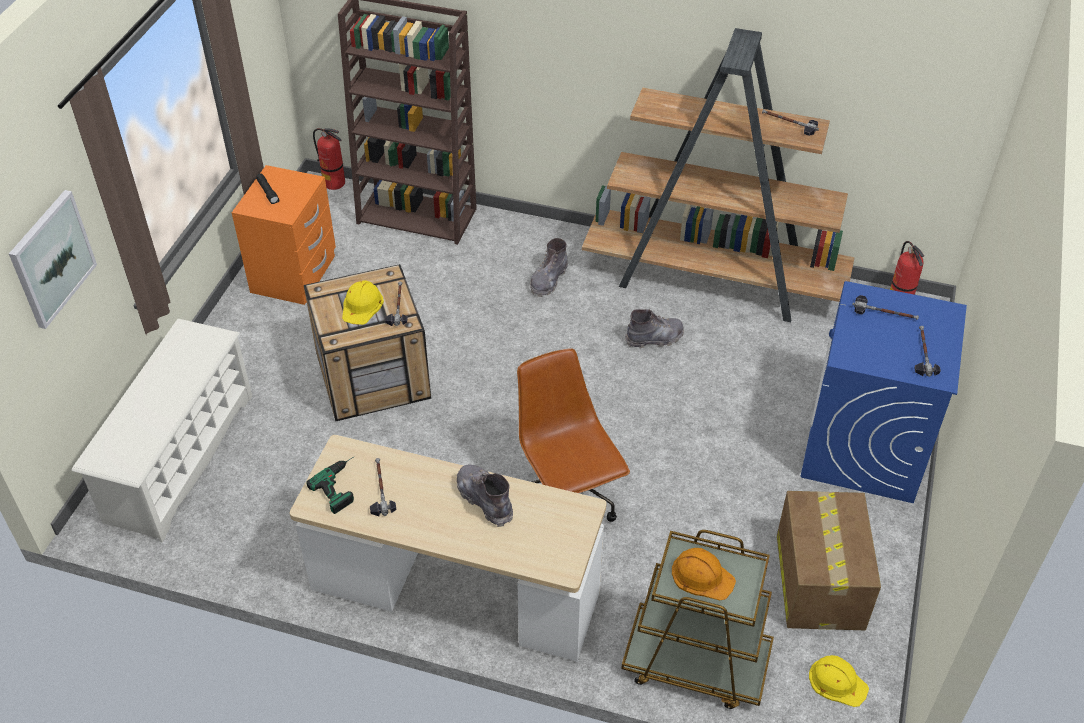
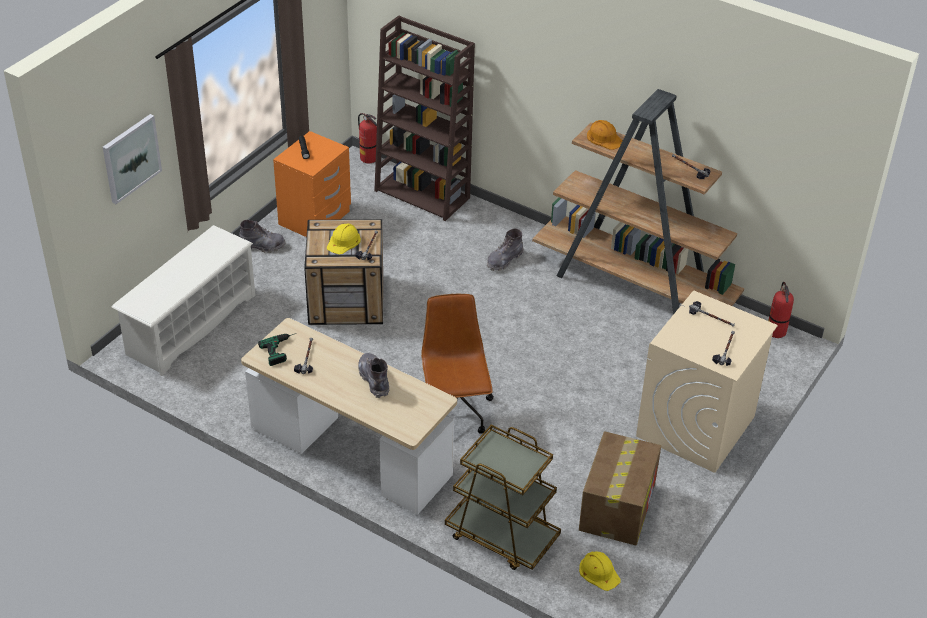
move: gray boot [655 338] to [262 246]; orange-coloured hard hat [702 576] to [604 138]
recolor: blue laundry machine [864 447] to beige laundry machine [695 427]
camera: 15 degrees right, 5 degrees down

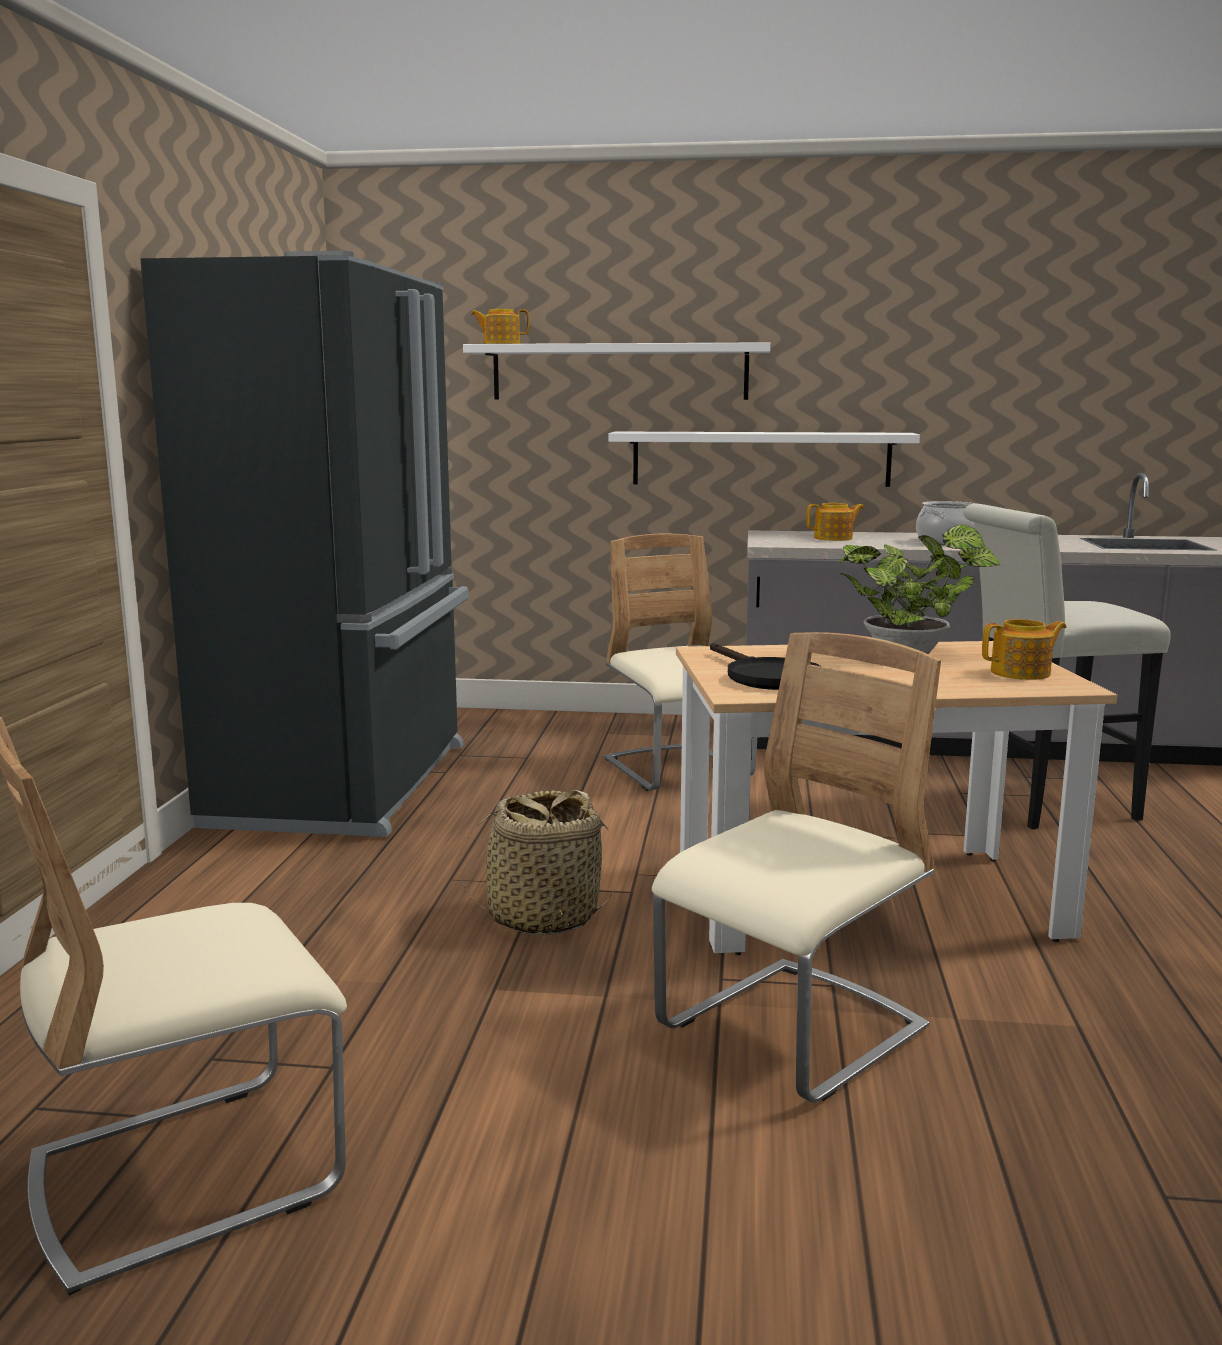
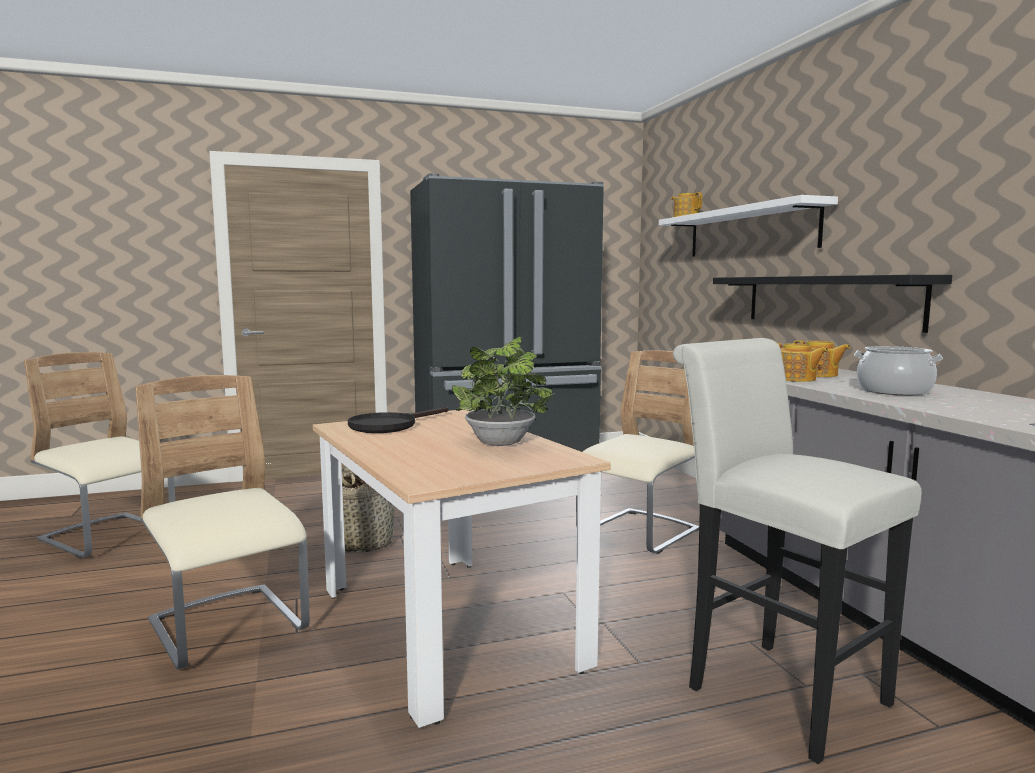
move: teapot [1022 673] to [795 379]
recolor: white-coloured bracket shelf [760 458] to black bracket shelf [827 300]
rotate: beige upright chair [792 1032] = [228 628] 150 degrees counterclockwise
camera: 65 degrees right, 5 degrees down

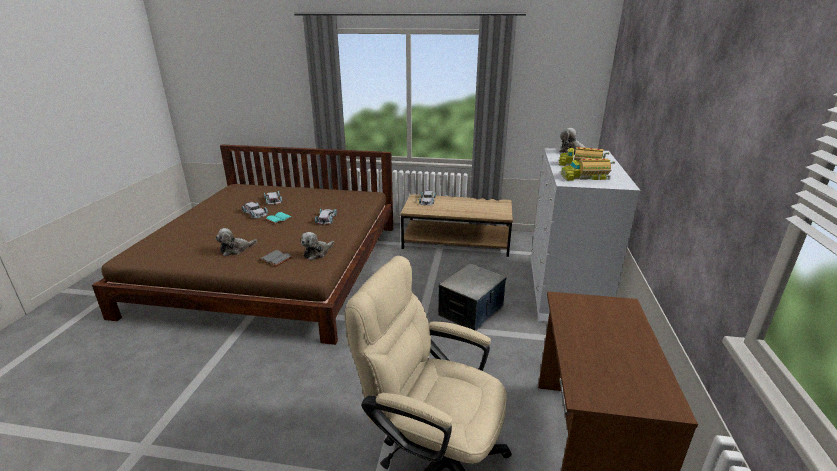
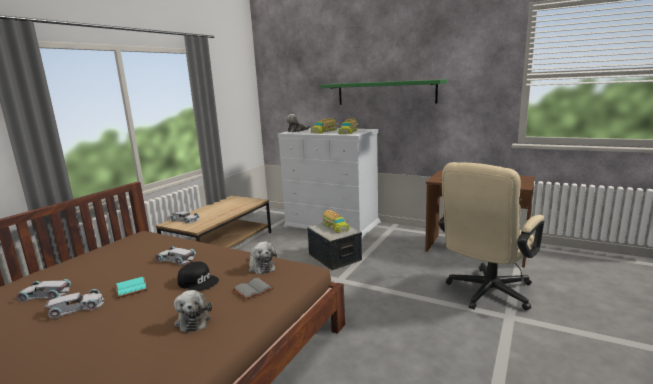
insert: black cap [198 281]; green-coloured bracket shelf [385 92]; model truck [334 227]
camera: 70 degrees left, 10 degrees down

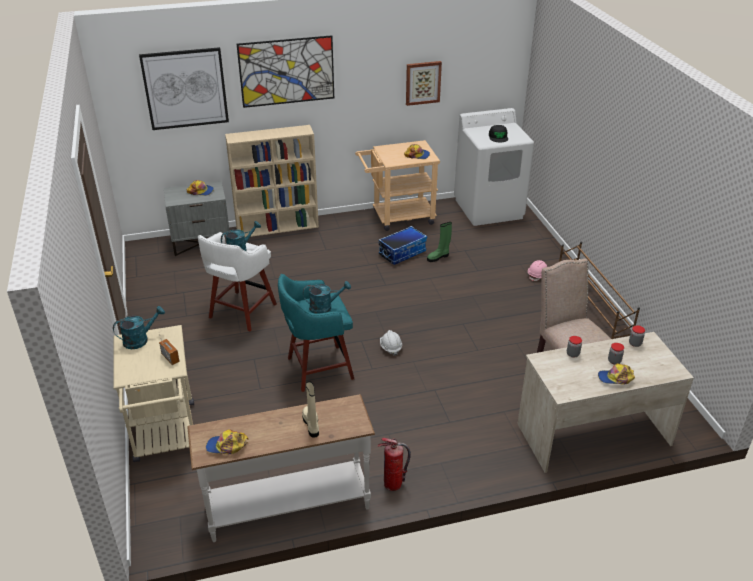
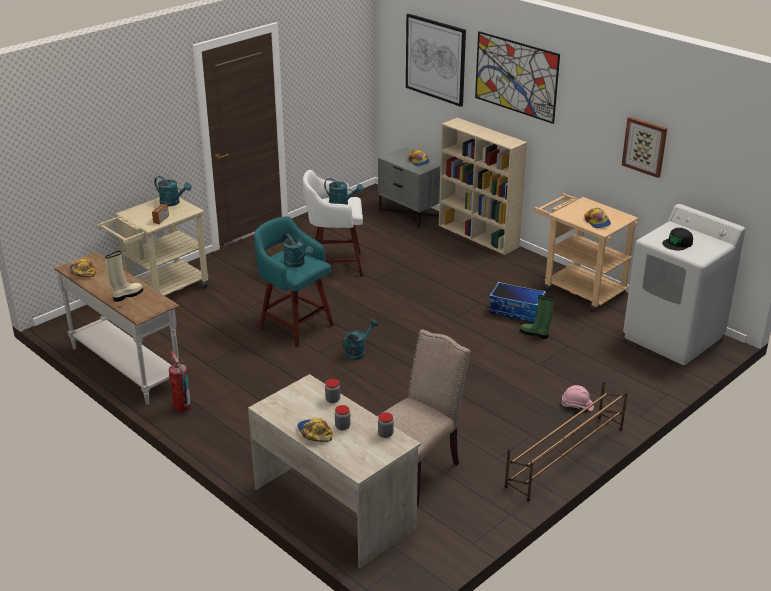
replace: white-coloured hard hat [390 347] to blue-green sprinkling can [358 352]
camera: 60 degrees right, 5 degrees down

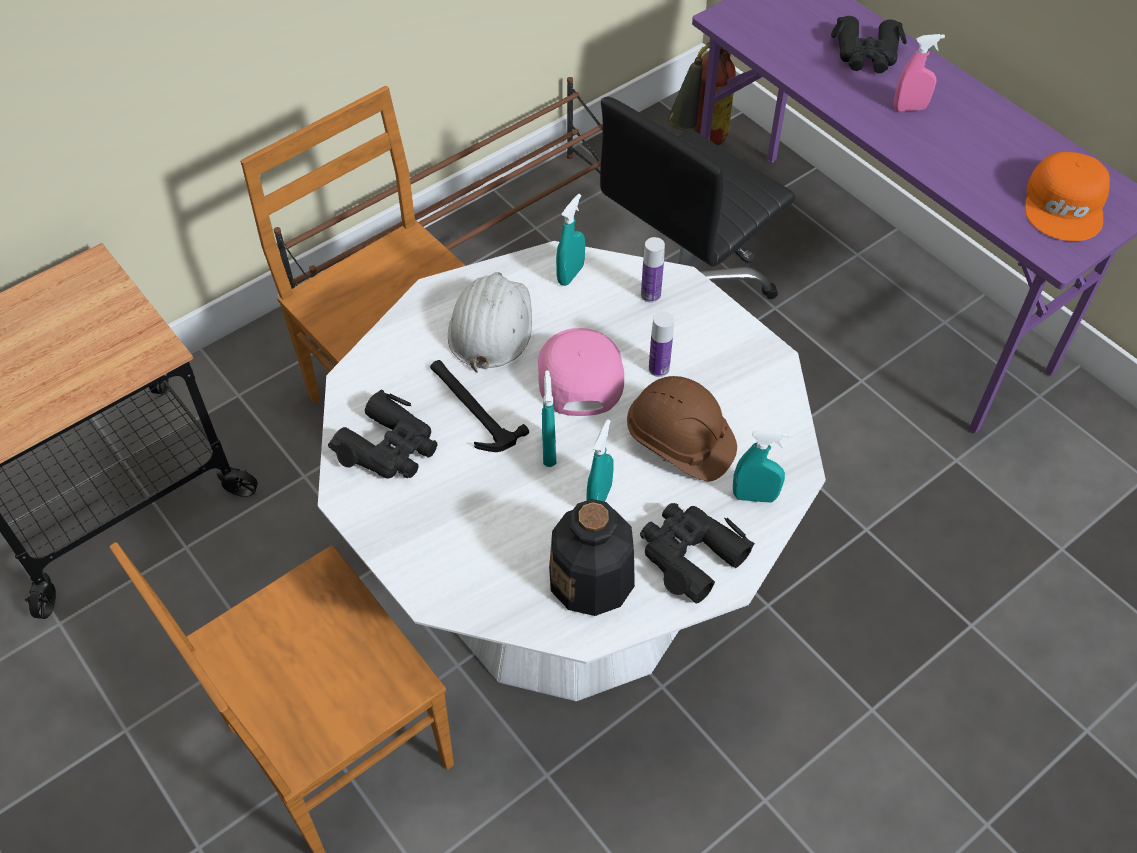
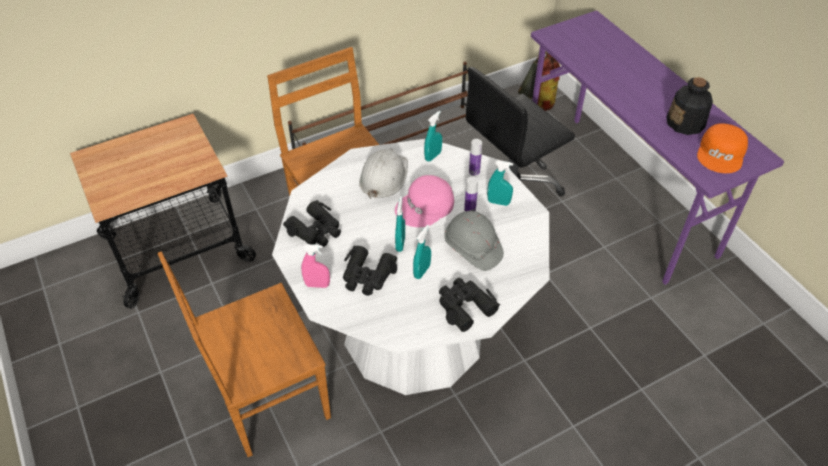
delete: tool hammer [471 407]
move: drink bottle [592 579] to [685 123]; blue-green spray bottle [754 496] to [498 202]; black pair of binoculars [866 54] to [367 276]; pink-coloured spray bottle [909 108] to [317 285]
recolor: brownish hard hat [680 442] to gray hard hat [472 249]
rotate: pink-coloured cap [578 374] = [425 207] 135 degrees counterclockwise
camera: 10 degrees right, 5 degrees down

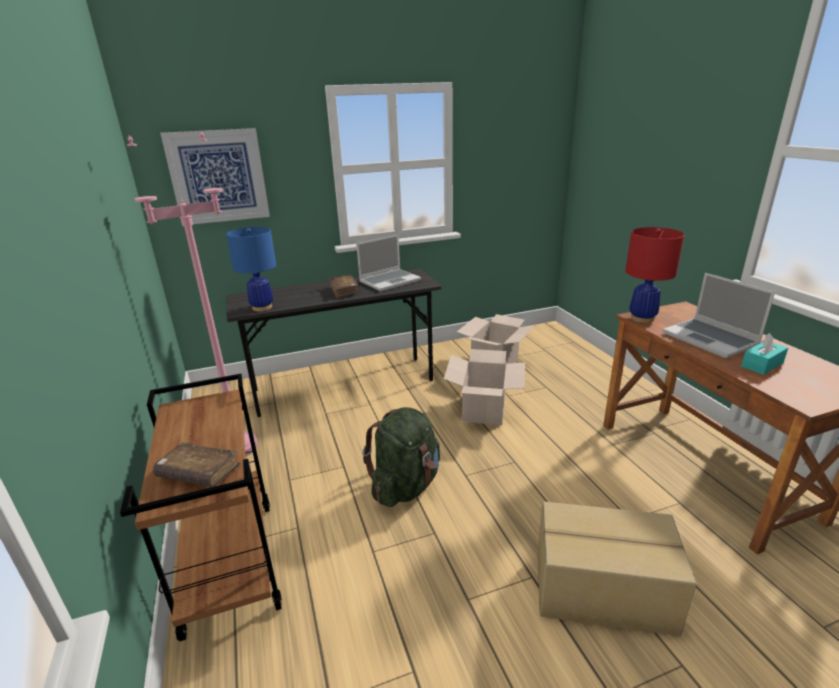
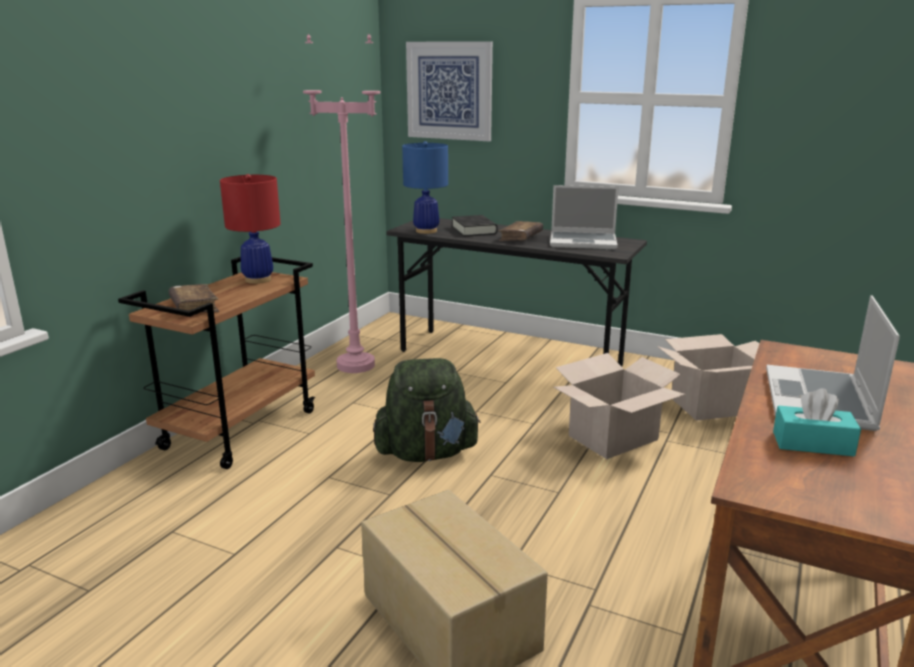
insert: black bound book [474 230]
move: red table lamp [642 318] to [258 279]
camera: 45 degrees right, 5 degrees down

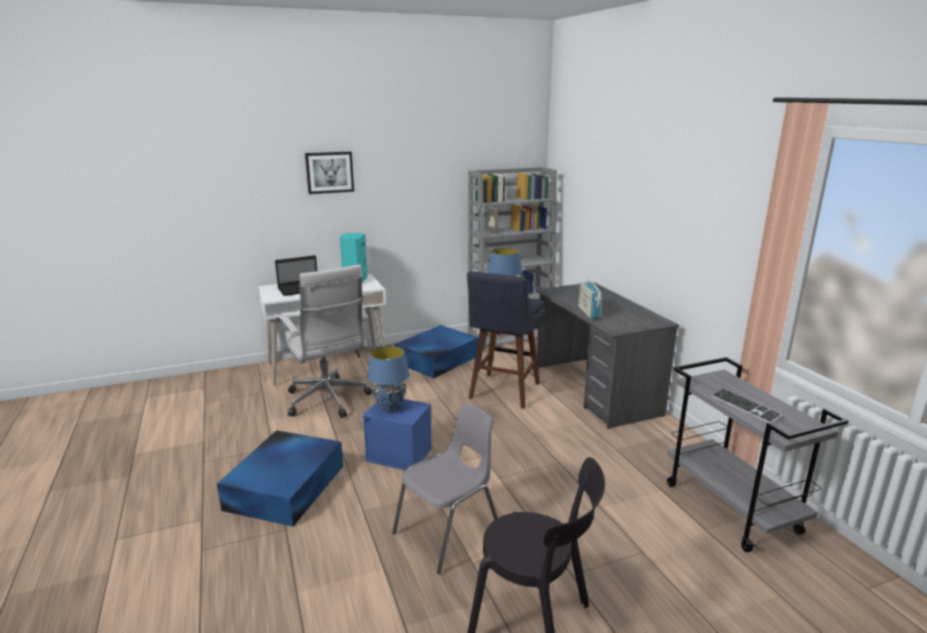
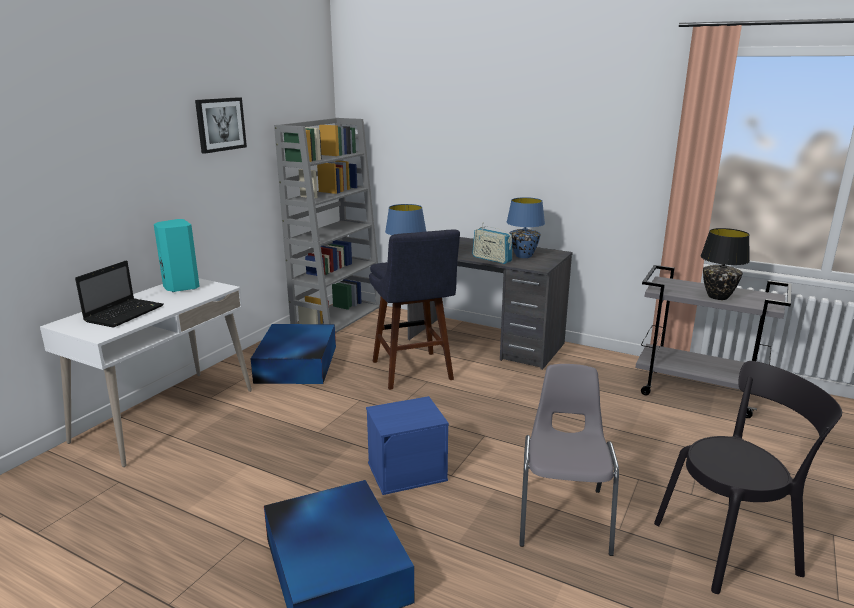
delete: white-coloured office chair [328 401]
move: picture [329 172] to [220 124]; blue table lamp [389 408] to [523 256]
replace: PC keyboard [745 407] to black table lamp [718 297]
camera: 40 degrees left, 0 degrees up

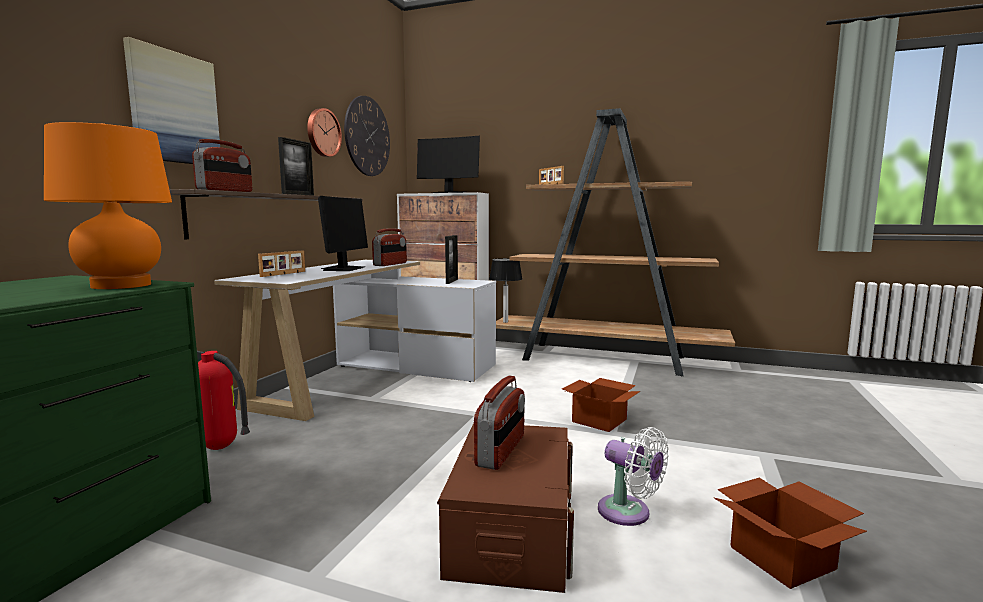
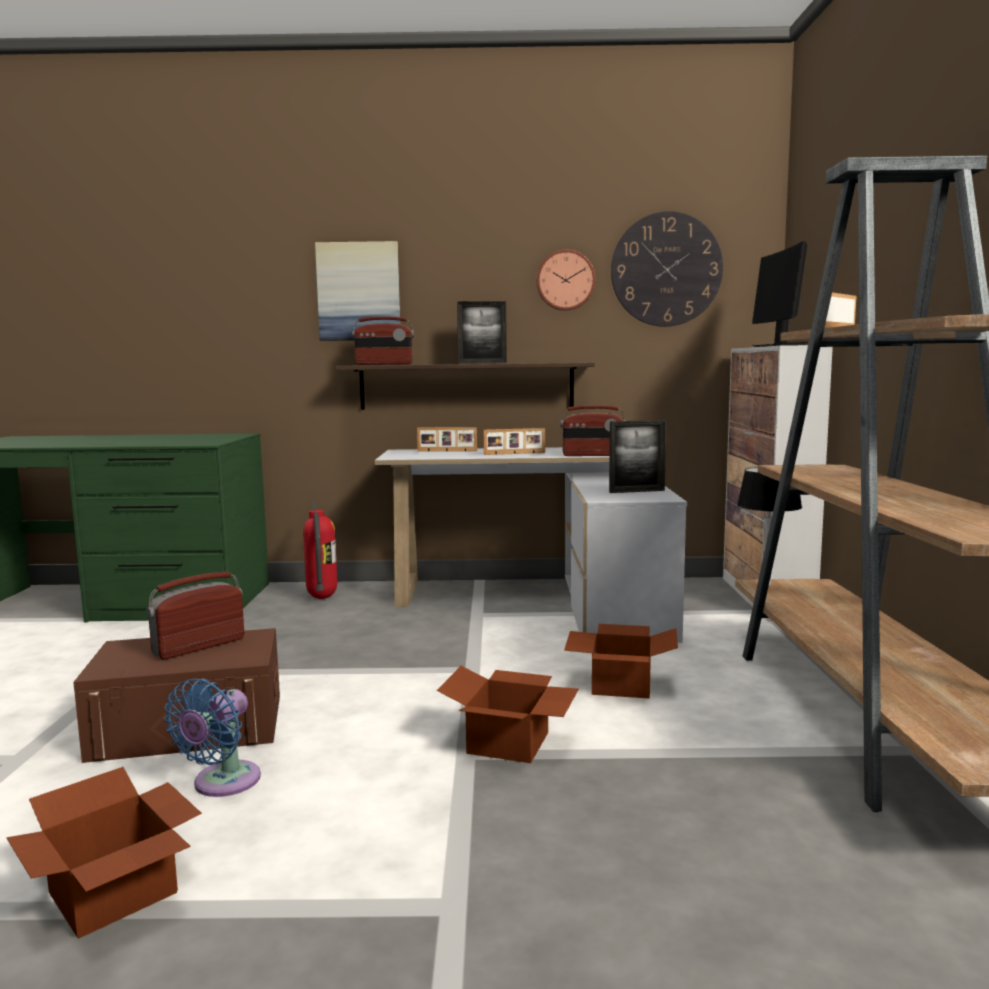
delete: orange-coloured table lamp [121 285]
insert: packing box [619 684]
replace: computer display [344 269] to picture frame [514 454]
recolor: white-coloured cooling fan [629 513] to blue cooling fan [222 783]
rotate: radio receiver [501 451] = [199 646] 135 degrees clockwise
camera: 70 degrees right, 0 degrees up

